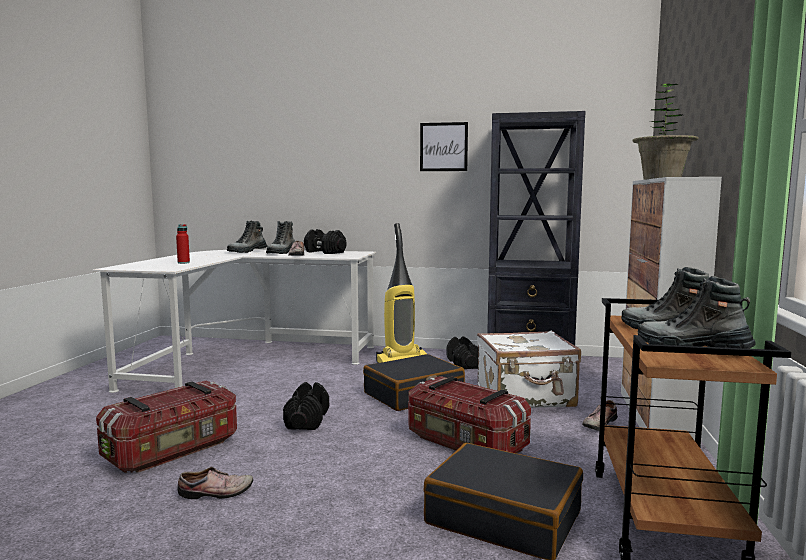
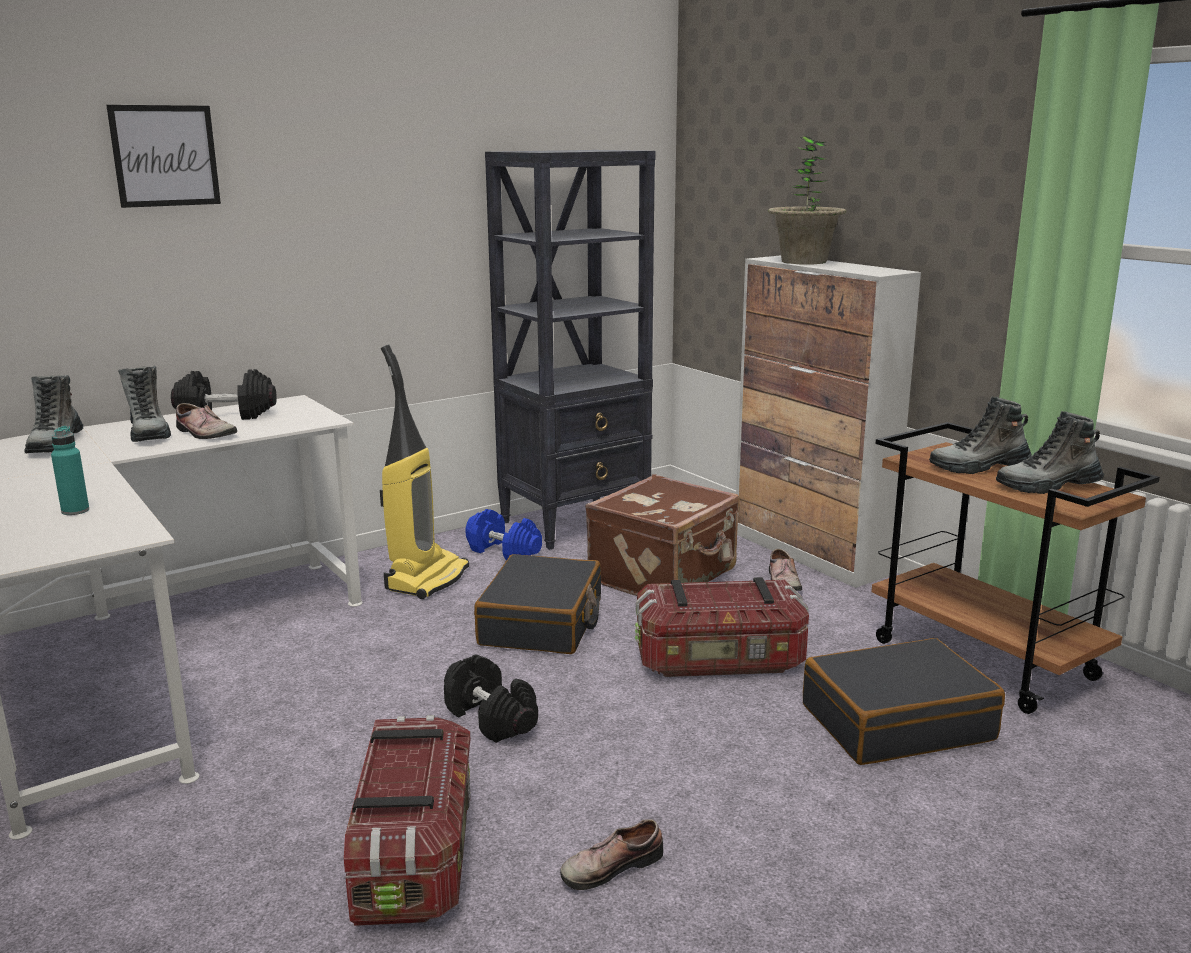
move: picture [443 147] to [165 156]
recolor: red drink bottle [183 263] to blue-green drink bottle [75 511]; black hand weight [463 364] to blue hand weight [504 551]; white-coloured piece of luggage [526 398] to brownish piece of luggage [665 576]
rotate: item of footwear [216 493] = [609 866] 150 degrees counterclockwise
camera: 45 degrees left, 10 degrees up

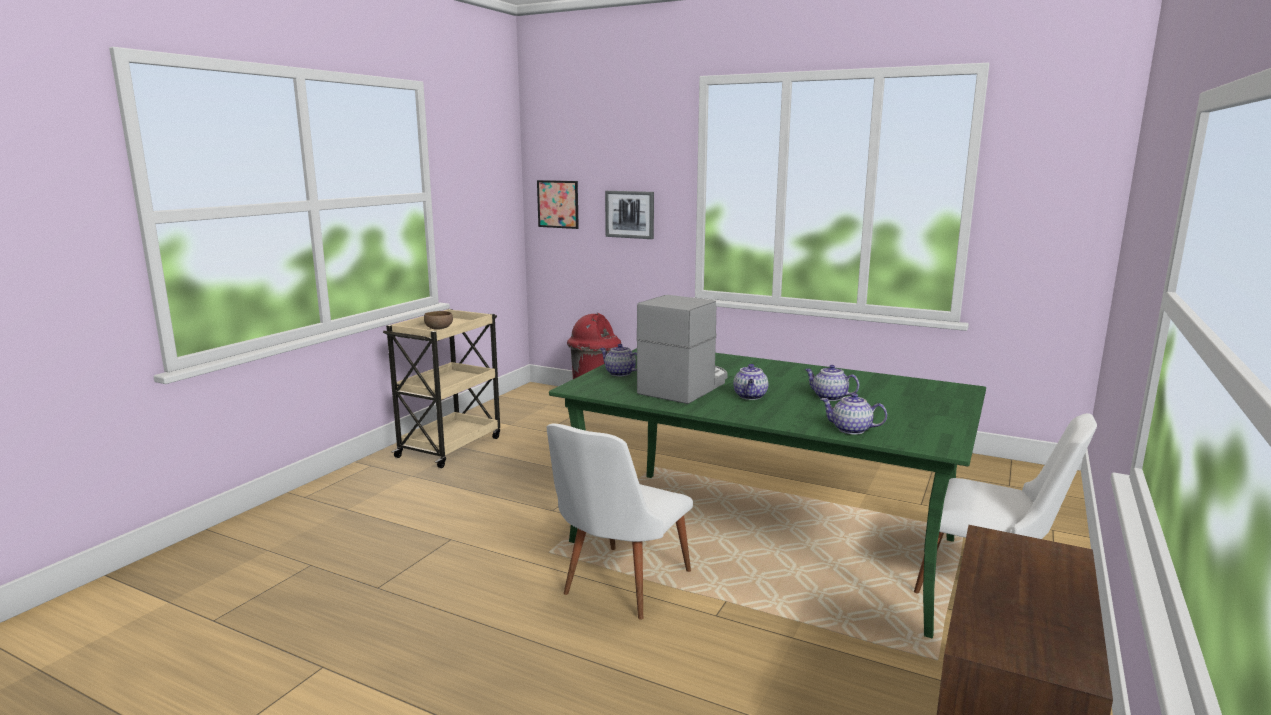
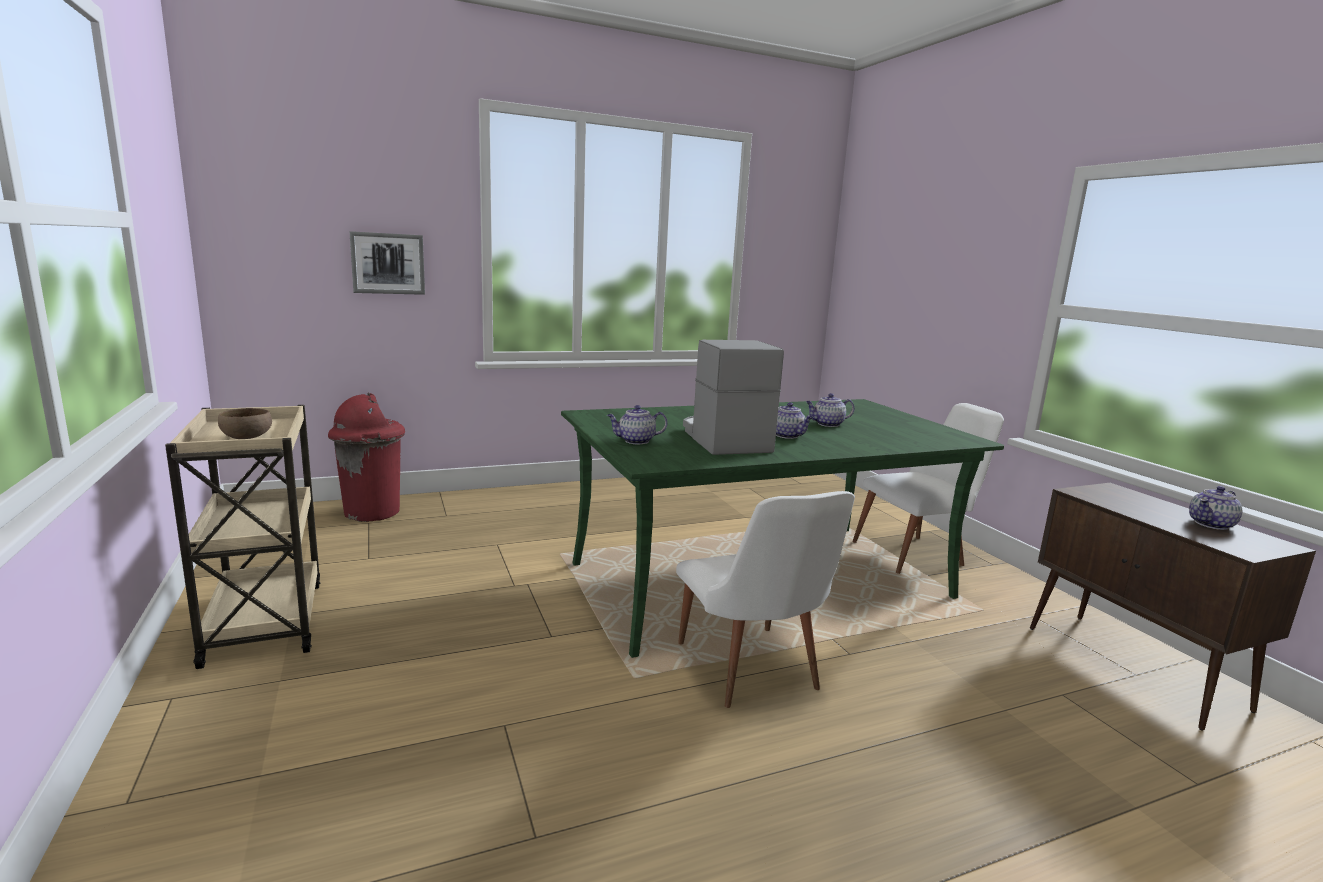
delete: picture [558 204]
move: teapot [852 430] to [1212 524]
camera: 50 degrees left, 0 degrees up

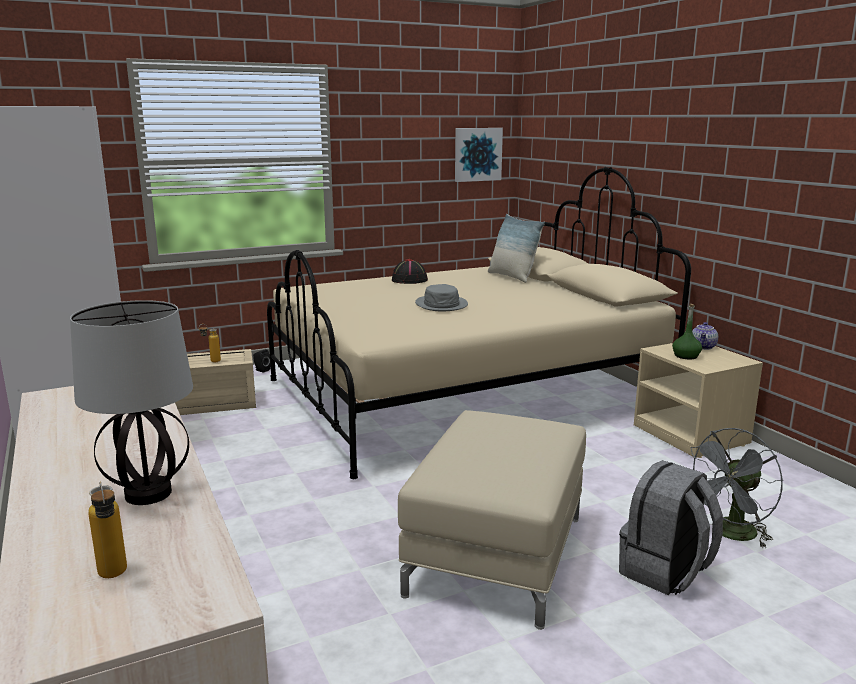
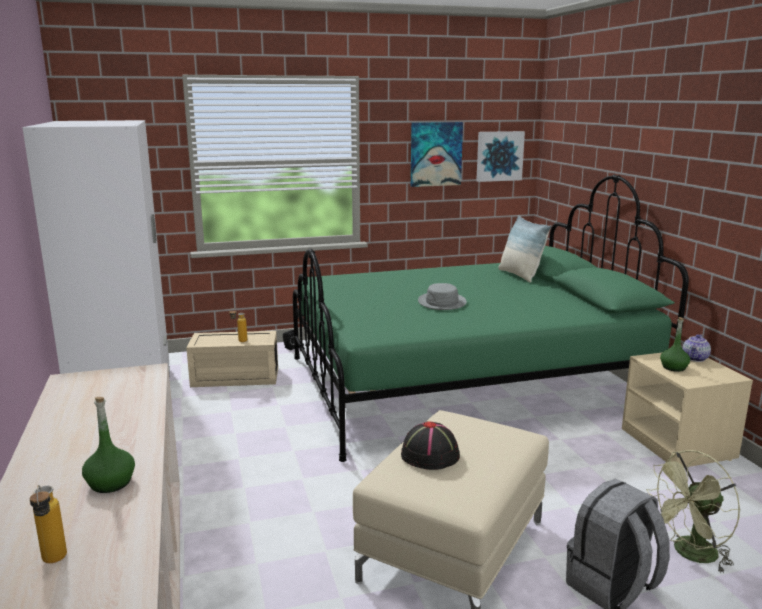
insert: picture [435 154]
move: black hat [409 280] to [430 455]
replace: table lamp [148 493] to green-coloured drink bottle [110 483]
recolor: beige sleeping bed [464 395] to green-coloured sleeping bed [465 385]; gray cooling fan [730 534] to green-coloured cooling fan [690 554]
camera: 10 degrees right, 0 degrees up

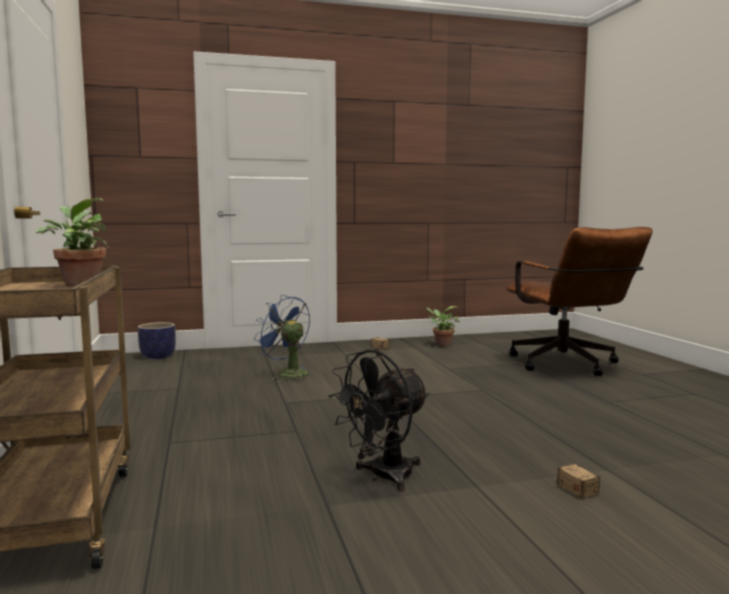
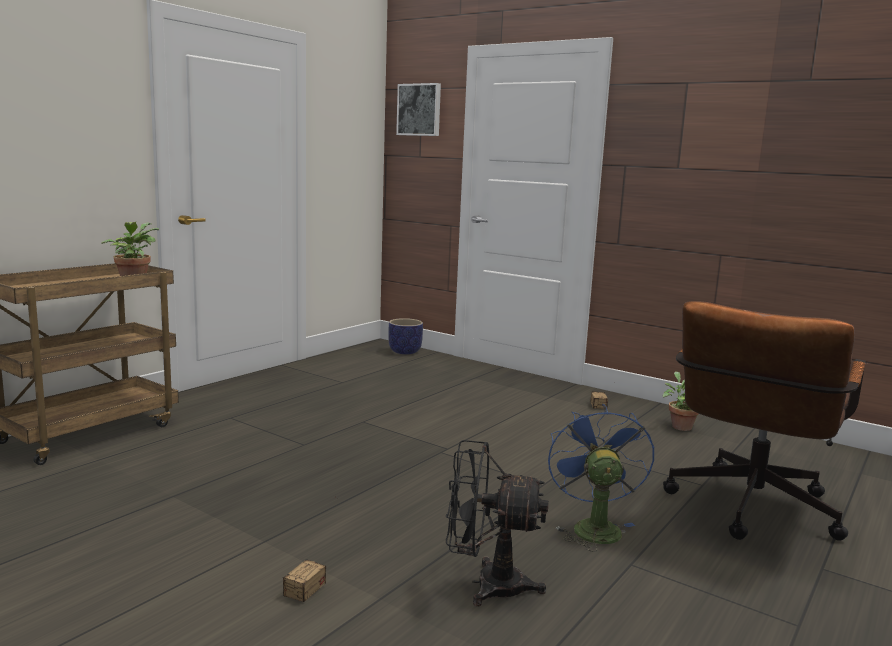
insert: picture [419 110]
move: blue cooling fan [287 374] to [592 527]; black cooling fan [382 477] to [487 584]
camera: 50 degrees right, 5 degrees up

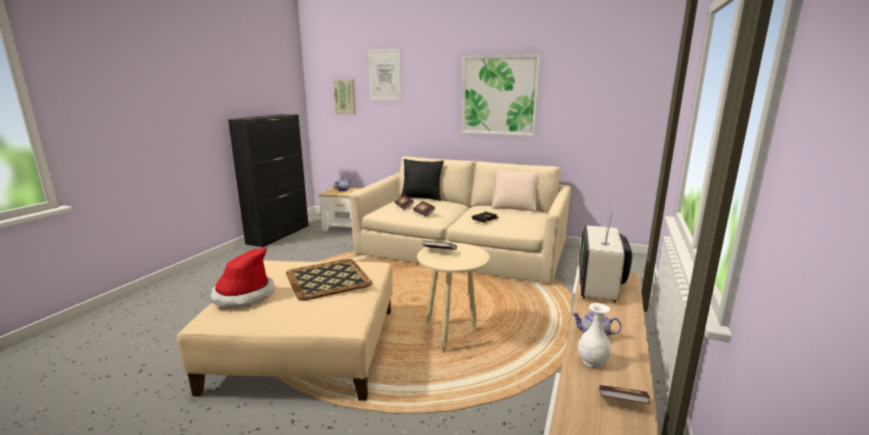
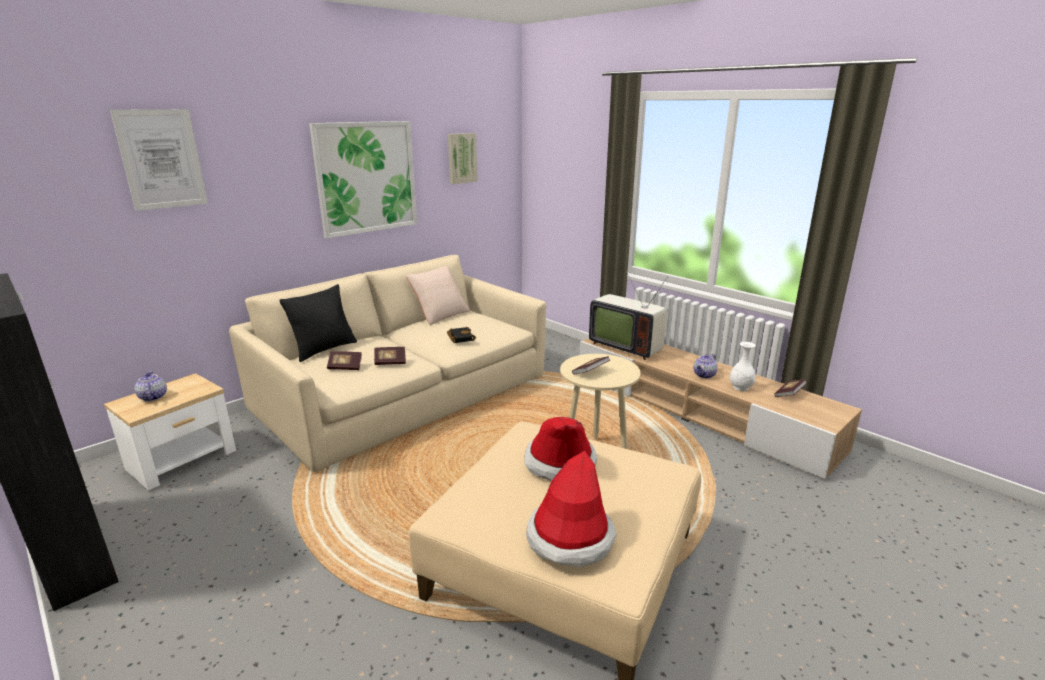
move: picture [345 96] to [461 158]
replace: tray [329 279] to hat [560 463]
camera: 65 degrees left, 5 degrees up

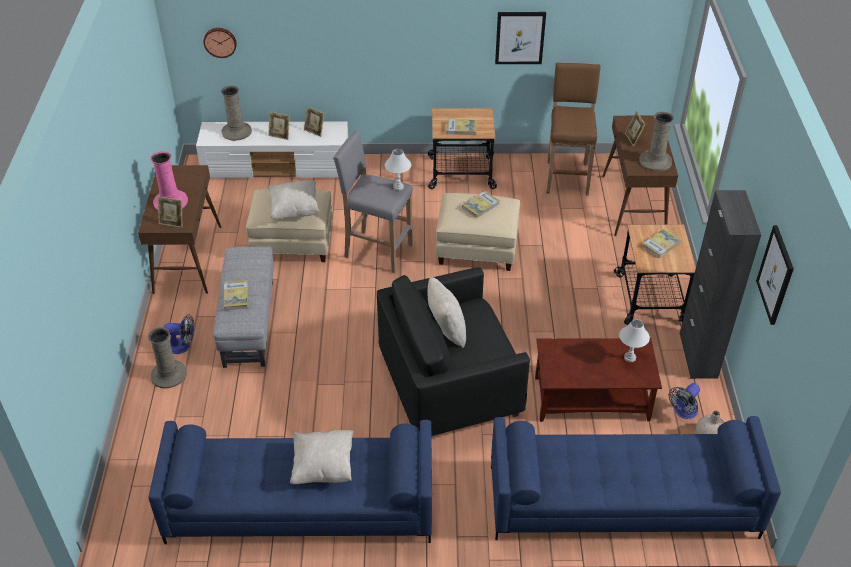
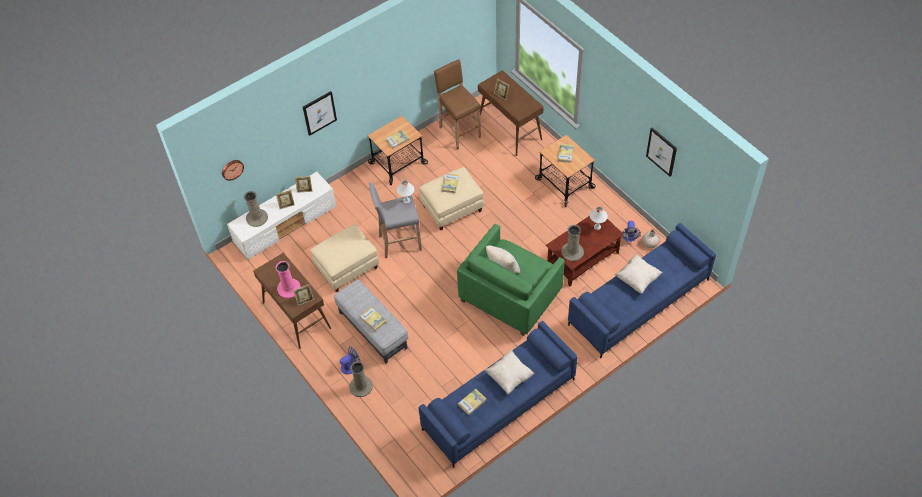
delete: black cabinet [698 355]
insert: bound book [472 402]
move: beige cushion [294 210] to [637 279]; picture [520 37] to [319 113]; beige vase [655 161] to [572 252]
recolor: black lounge chair [450 385] to green-coloured lounge chair [510 296]
camera: 35 degrees left, 10 degrees up

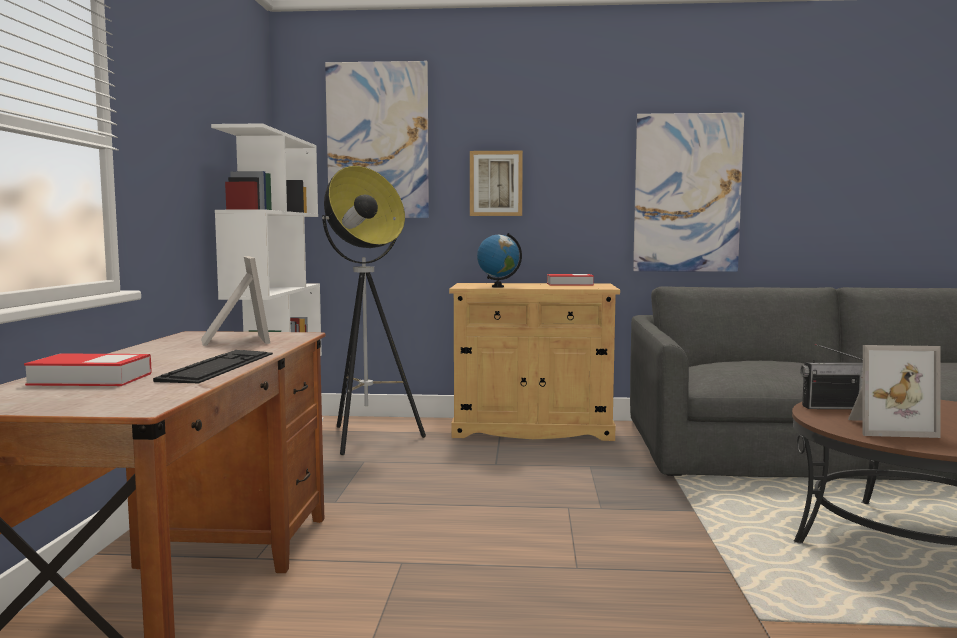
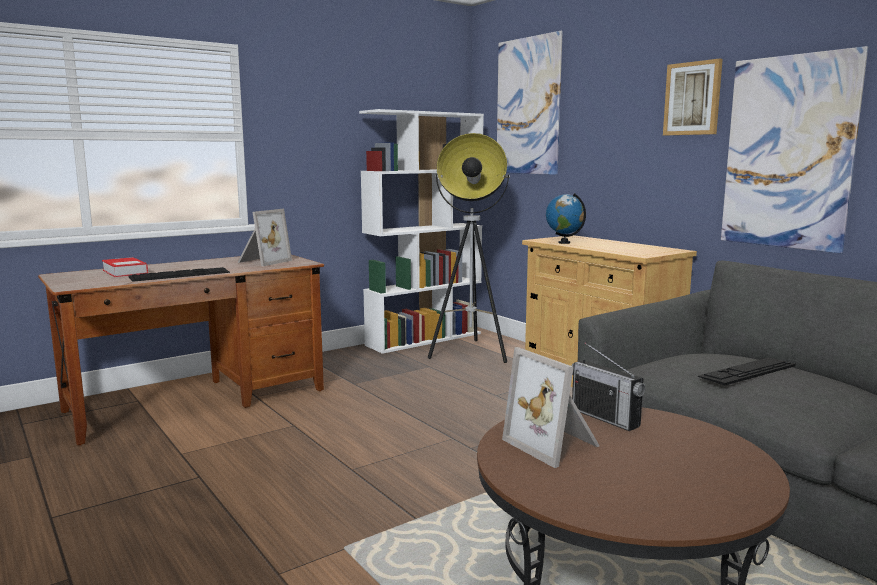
delete: bound book [569 284]
insert: PC keyboard [747 371]
move: picture [496 183] to [693 98]
camera: 50 degrees right, 5 degrees up

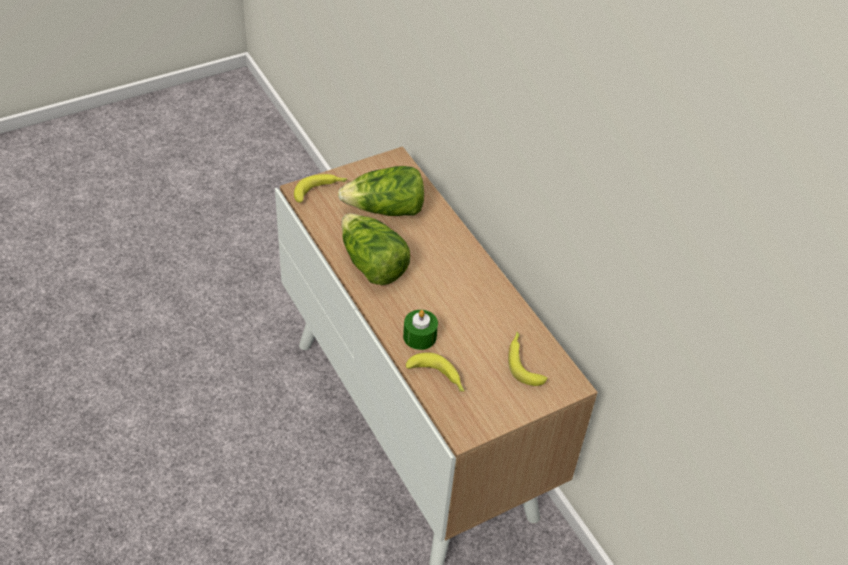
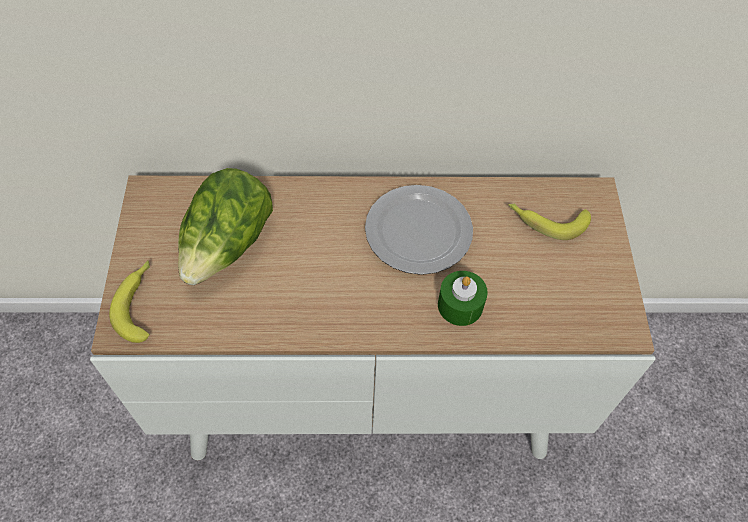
delete: head of lettuce [371 264]; banana fruit [438 378]
insert: plate [417 233]
camera: 60 degrees left, 10 degrees up

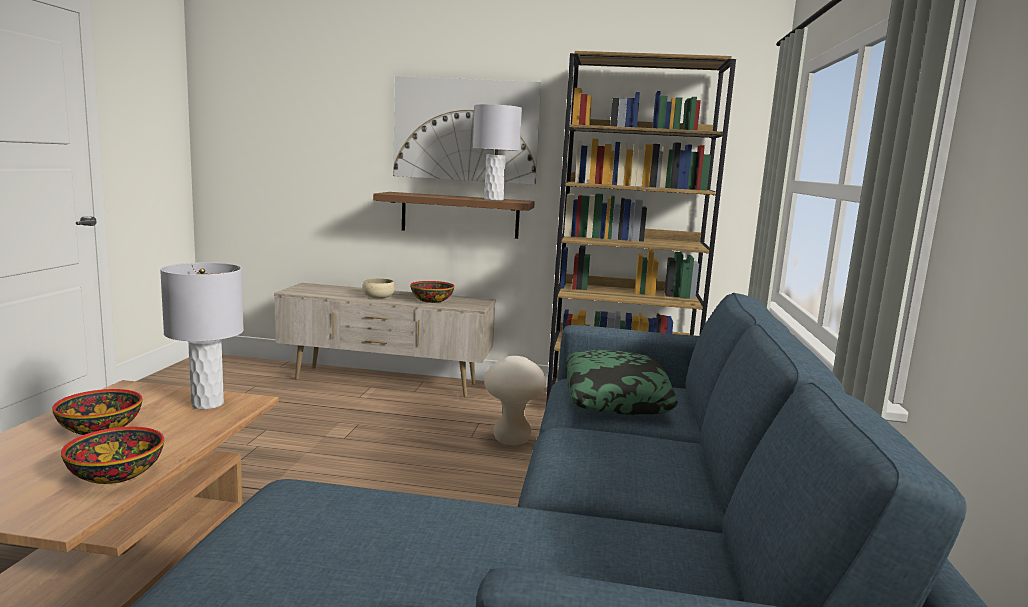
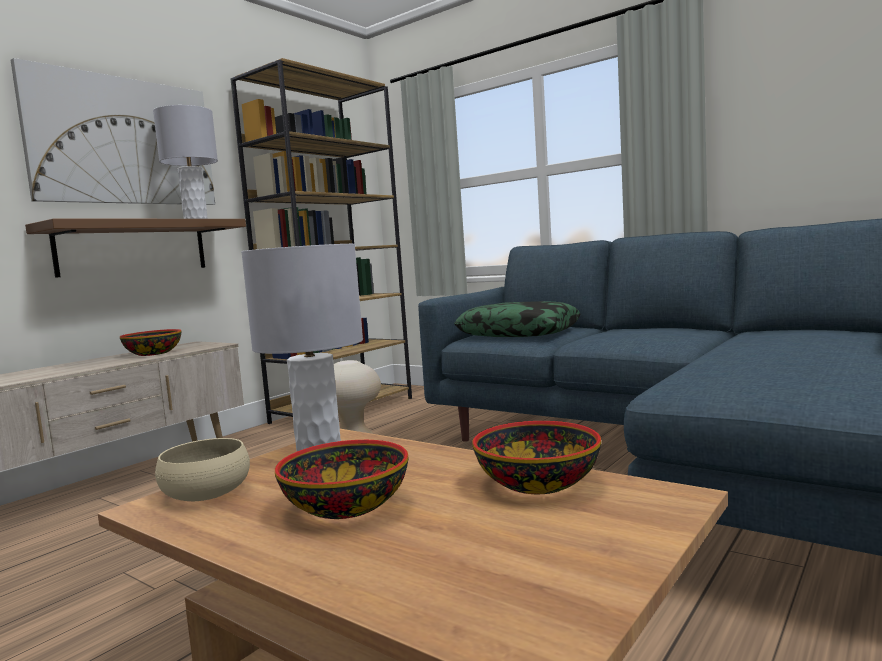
move: beige deep dish [378 296] to [206 492]
camera: 60 degrees left, 5 degrees down

